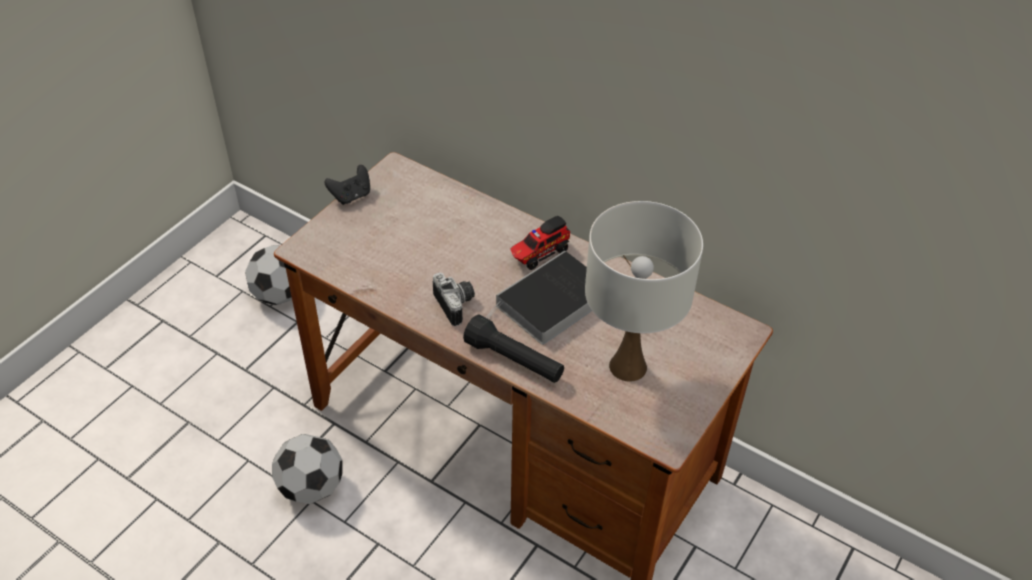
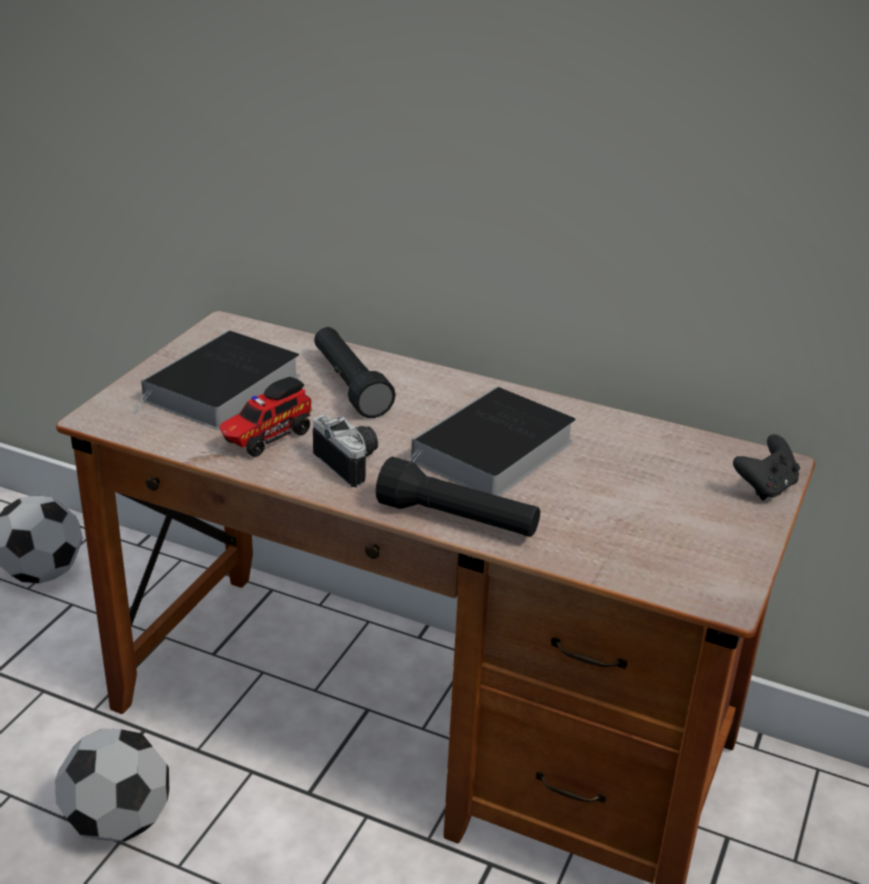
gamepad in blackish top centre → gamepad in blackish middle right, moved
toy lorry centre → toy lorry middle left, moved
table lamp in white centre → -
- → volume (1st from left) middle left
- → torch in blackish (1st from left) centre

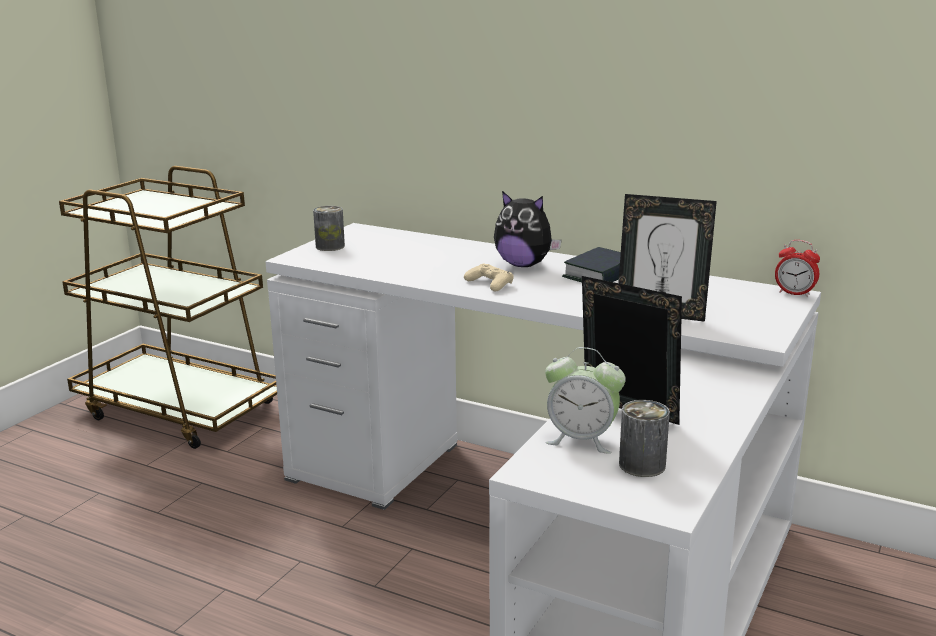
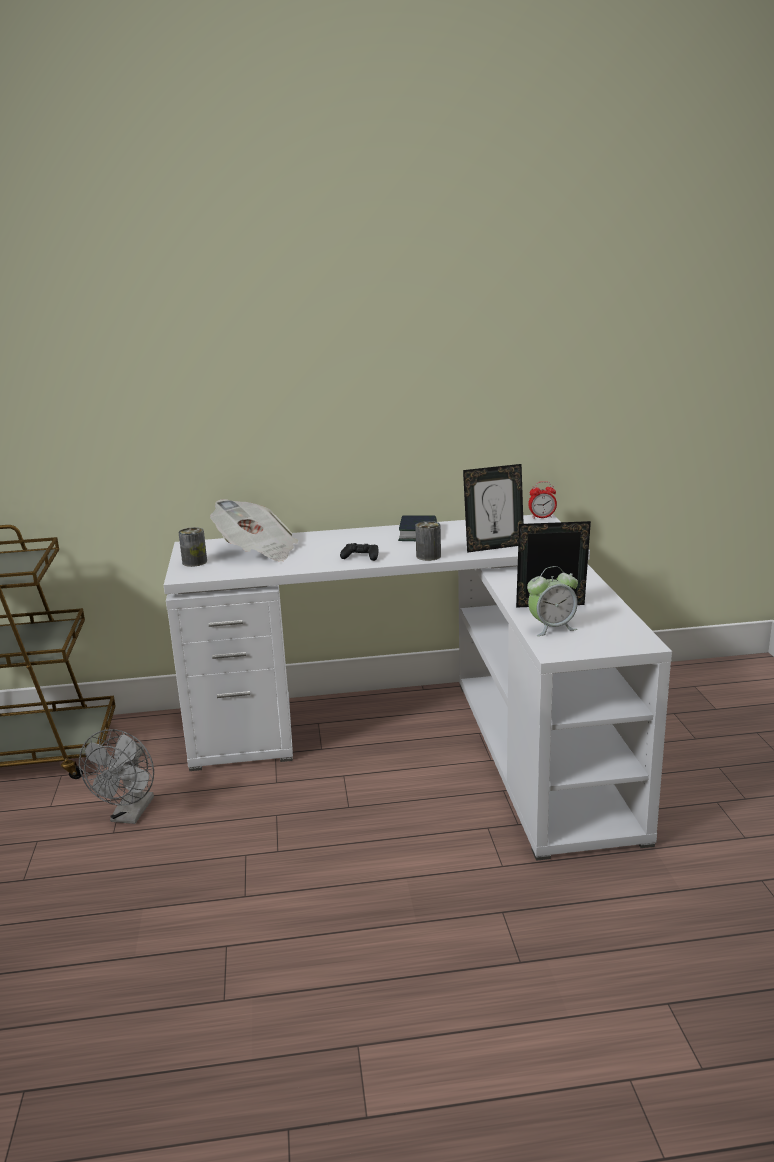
gamepad in beige centre → gamepad in blackish centre
cuddly toy centre → -
can (2nd from left) bottom right → can (2nd from left) centre, moved
- → electric fan in greyish bottom left
- → daily paper middle left

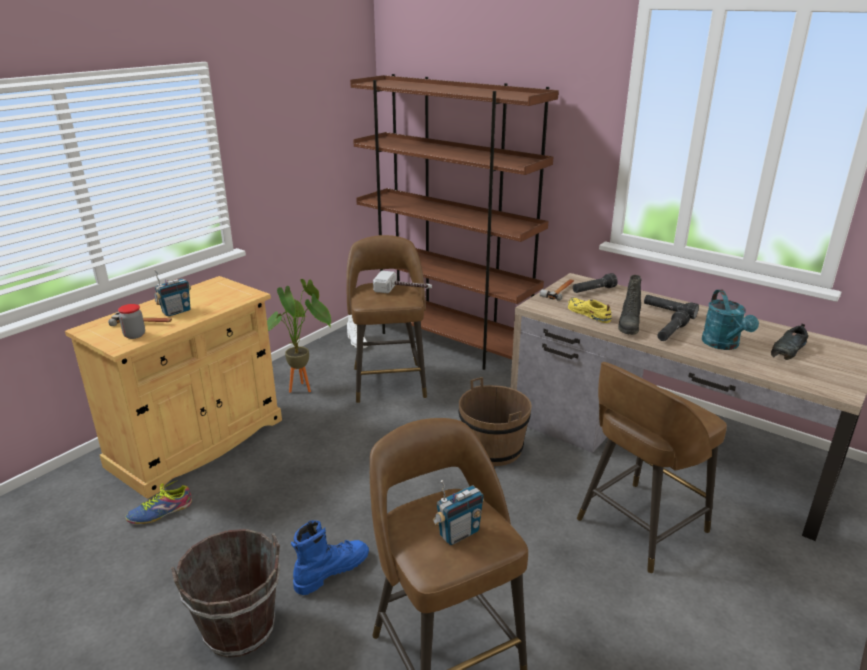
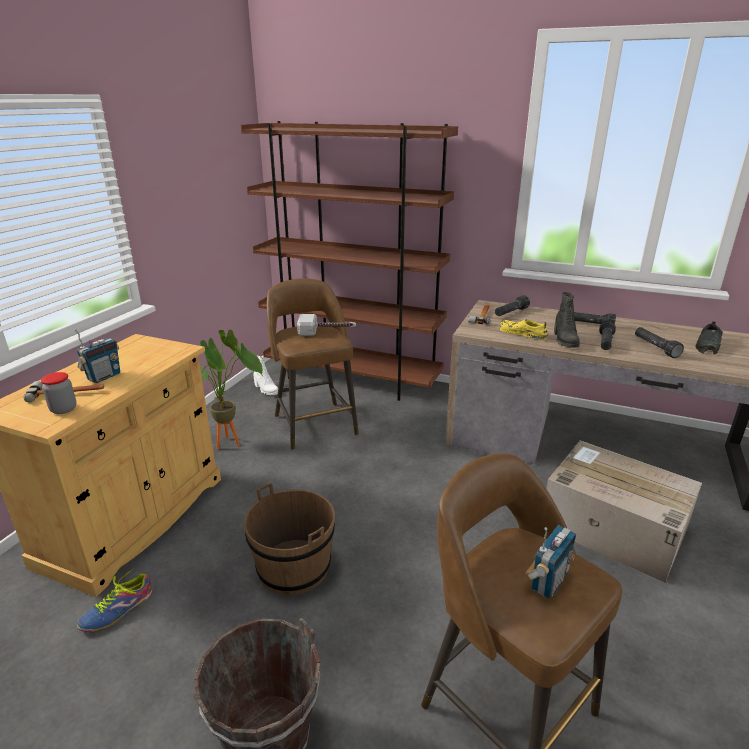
boot in bluish bottom centre → -
water bucket in brown-coloured (2nd from left) centre → water bucket in brown-coloured (2nd from left) bottom centre, moved
stool in brown-coloured (3rd from left) bottom right → packing box bottom right
watering can in turquoise middle right → torch in blackish (4th from left) middle right

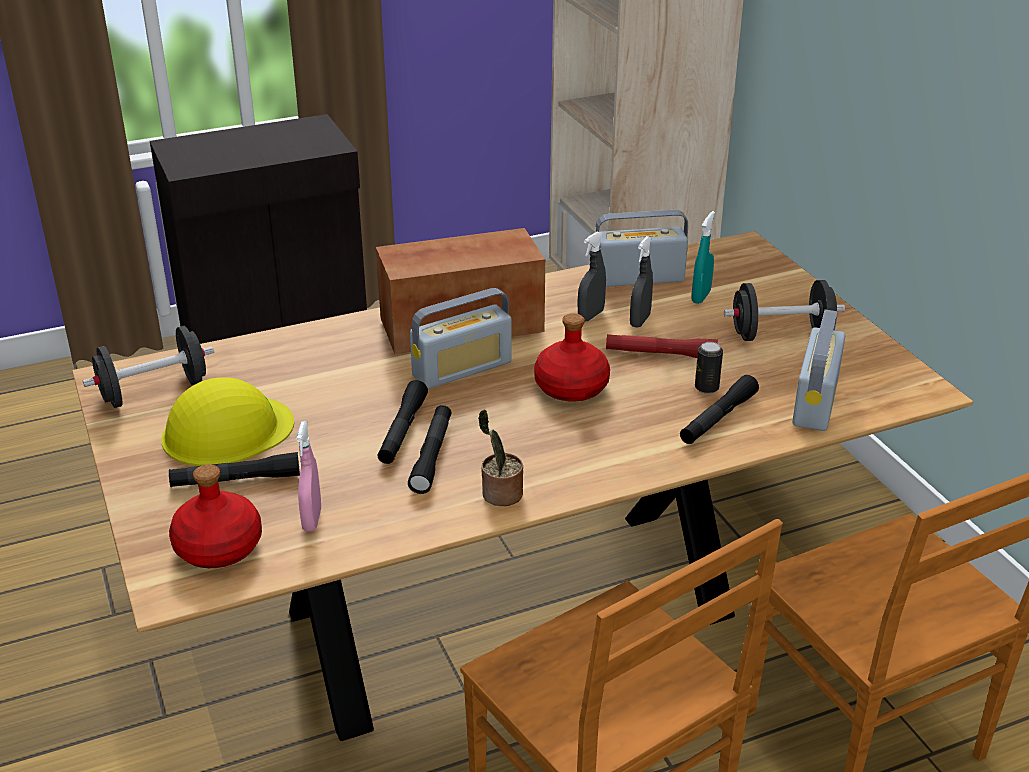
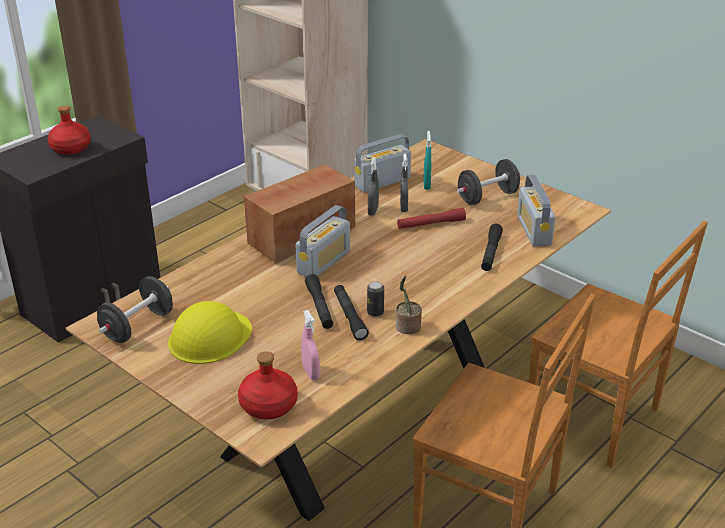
torch in blackish (1st from left) middle left → -
bottle in reddish (2nd from left in the first image) centre → bottle in reddish (1st from left) top left, moved
can middle right → can centre, moved

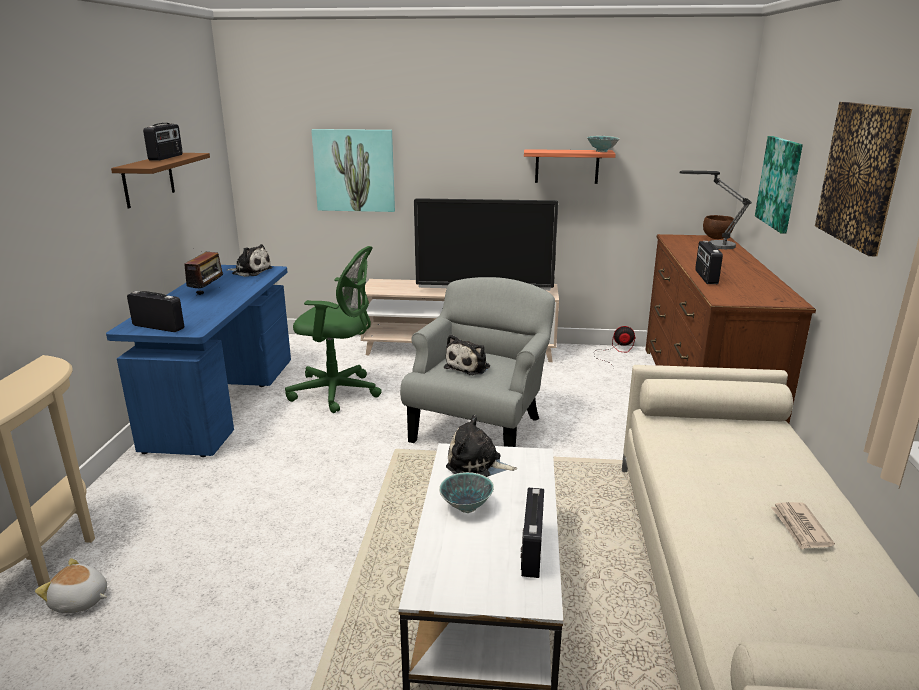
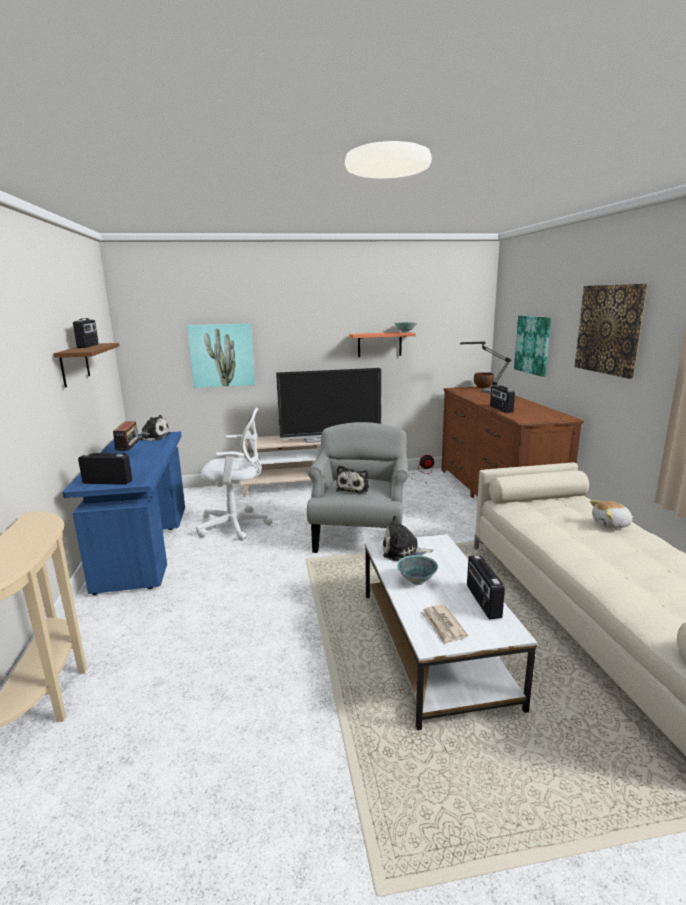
cuddly toy (1st from left in the first image) bottom left → cuddly toy (4th from left) middle right, moved
office chair in greenish centre → office chair in white centre
daily paper bottom right → daily paper bottom centre, moved

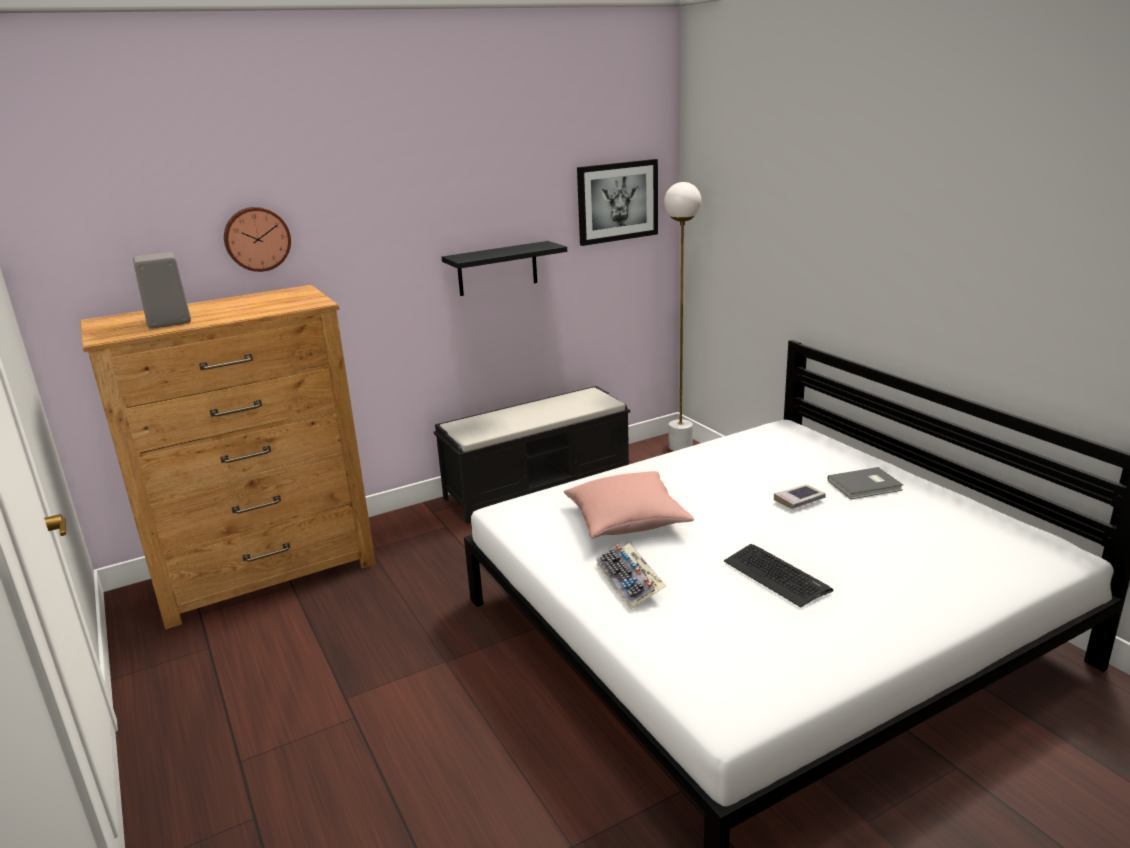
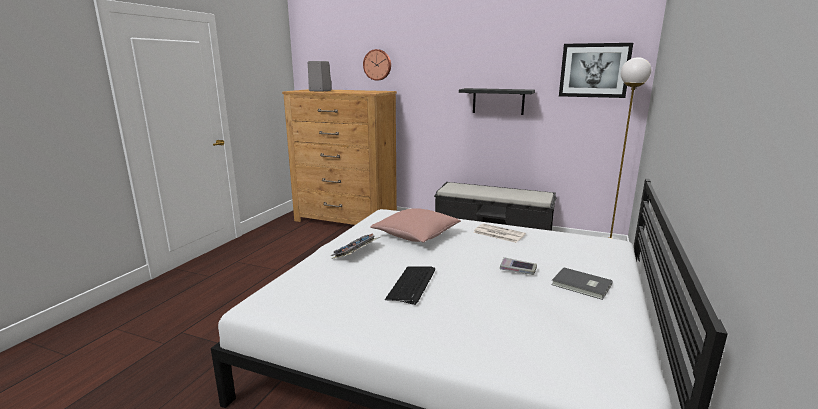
- → daily paper centre

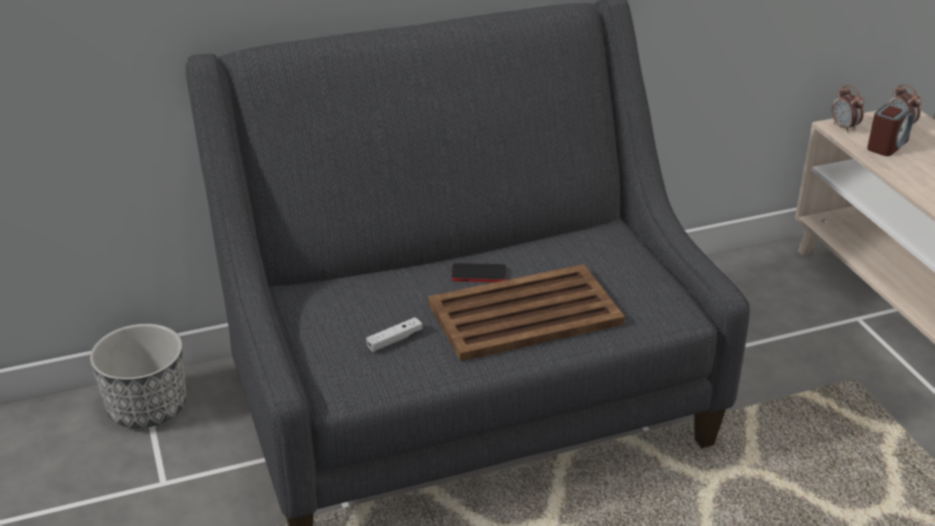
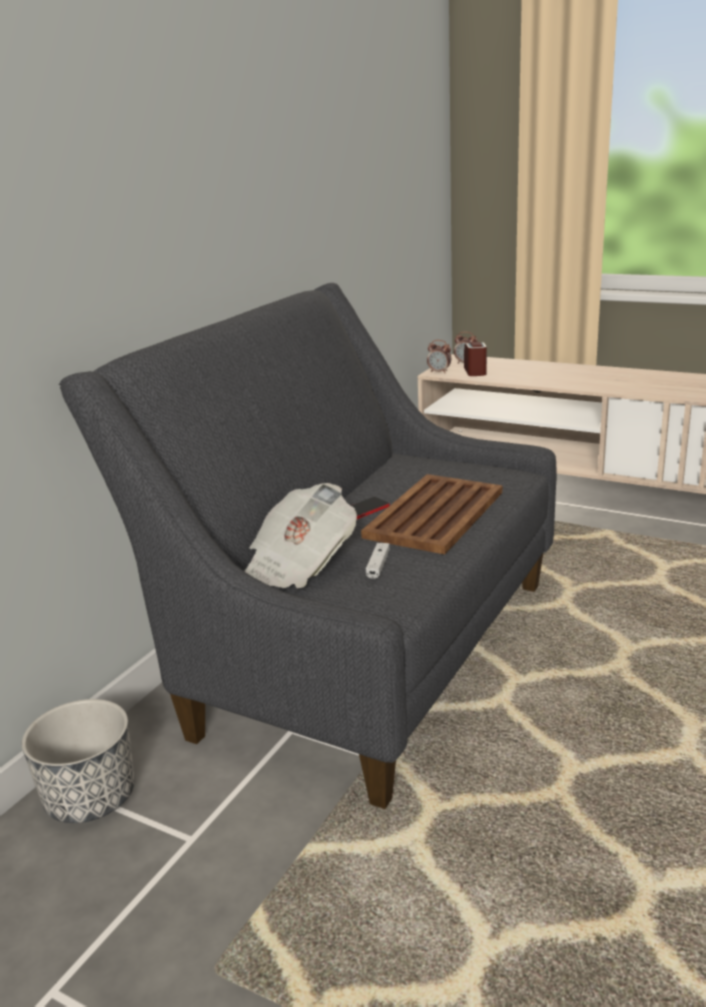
- → daily paper centre

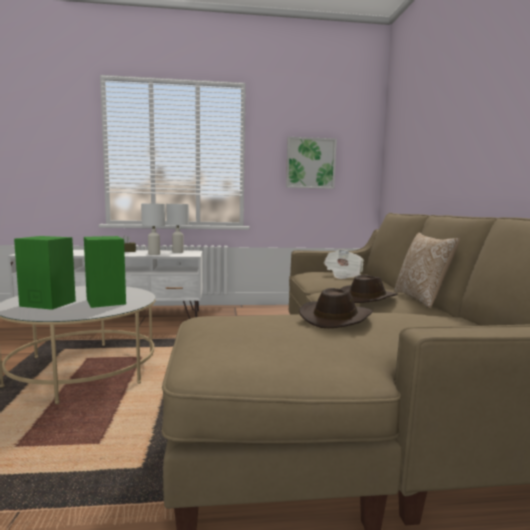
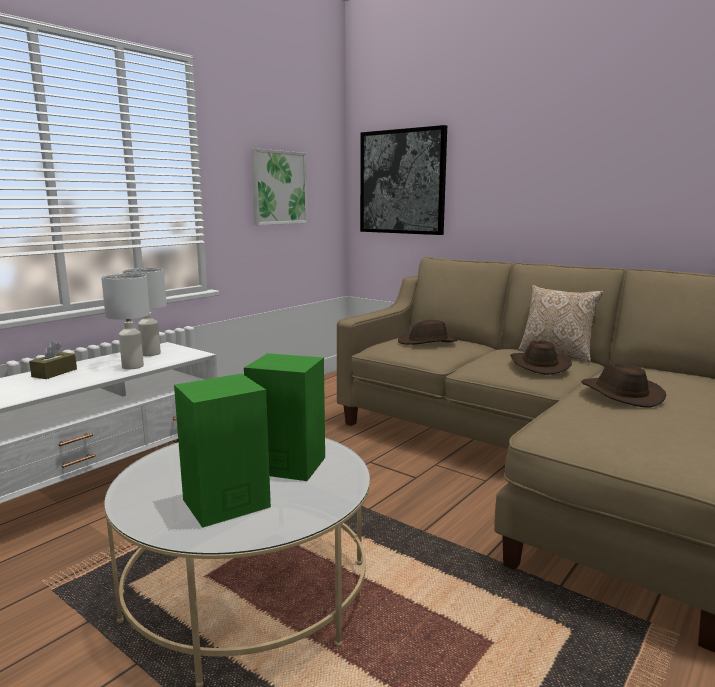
daily paper centre → clothing hat in brown-coloured (1st from left) centre
- → wall art (2nd from left) top centre

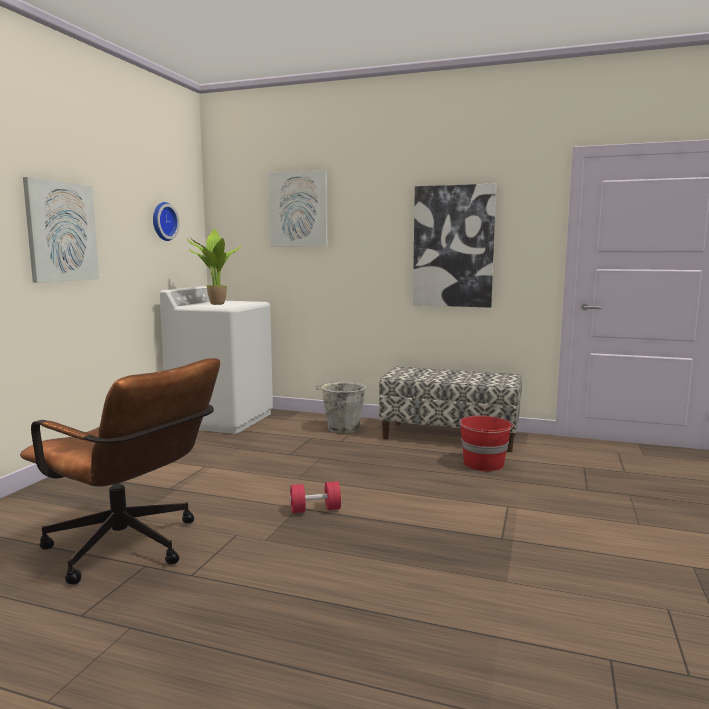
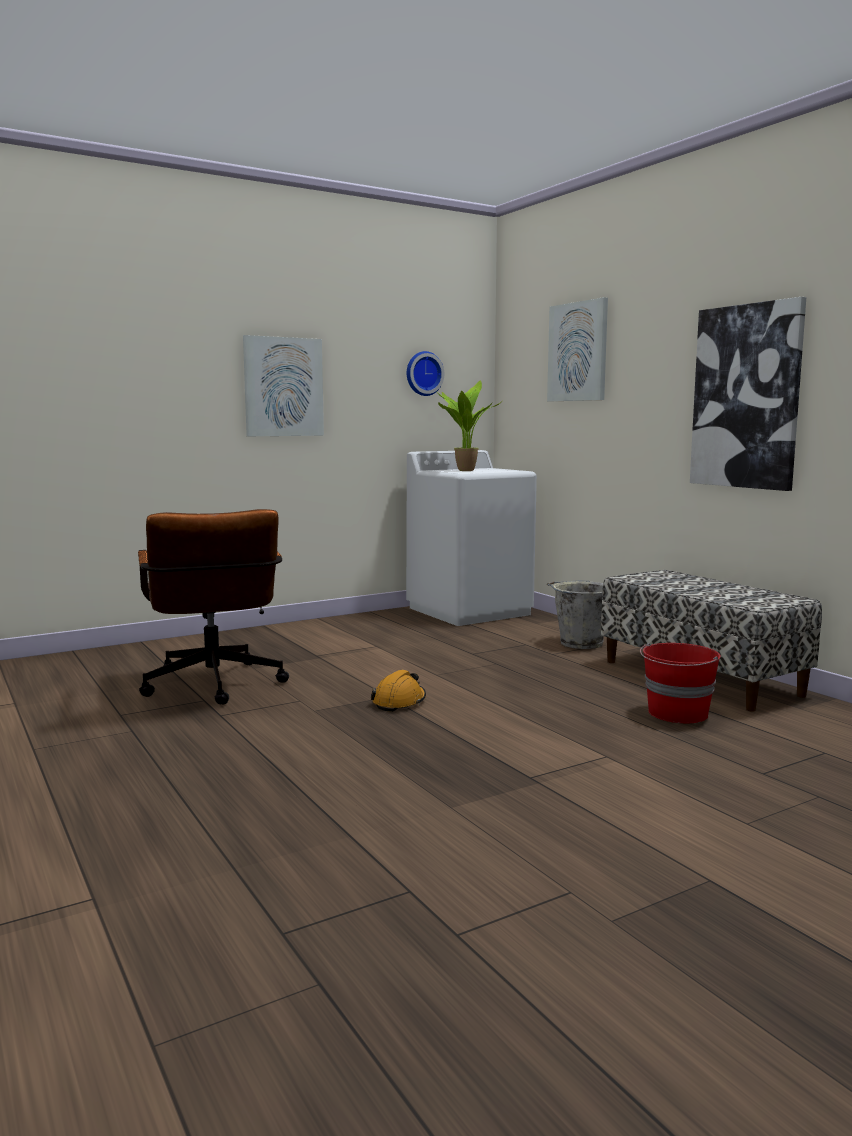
free weight in reddish bottom centre → work helmet in orange-coloured centre

